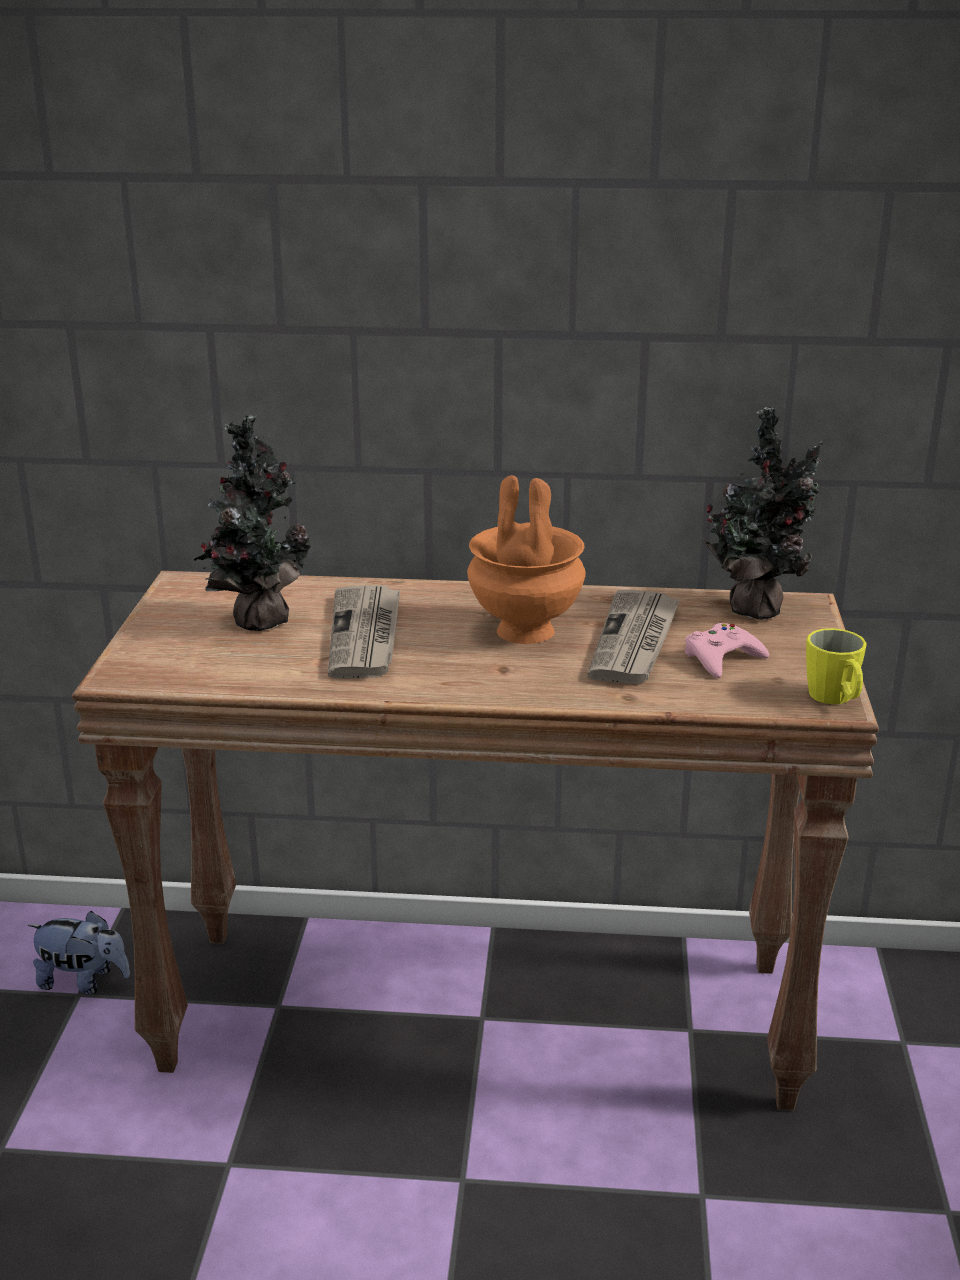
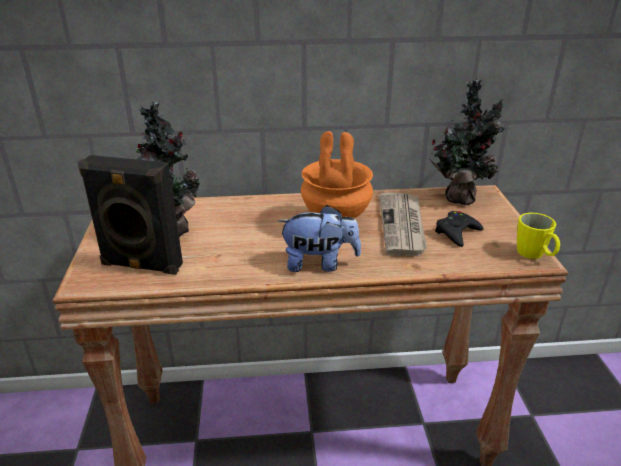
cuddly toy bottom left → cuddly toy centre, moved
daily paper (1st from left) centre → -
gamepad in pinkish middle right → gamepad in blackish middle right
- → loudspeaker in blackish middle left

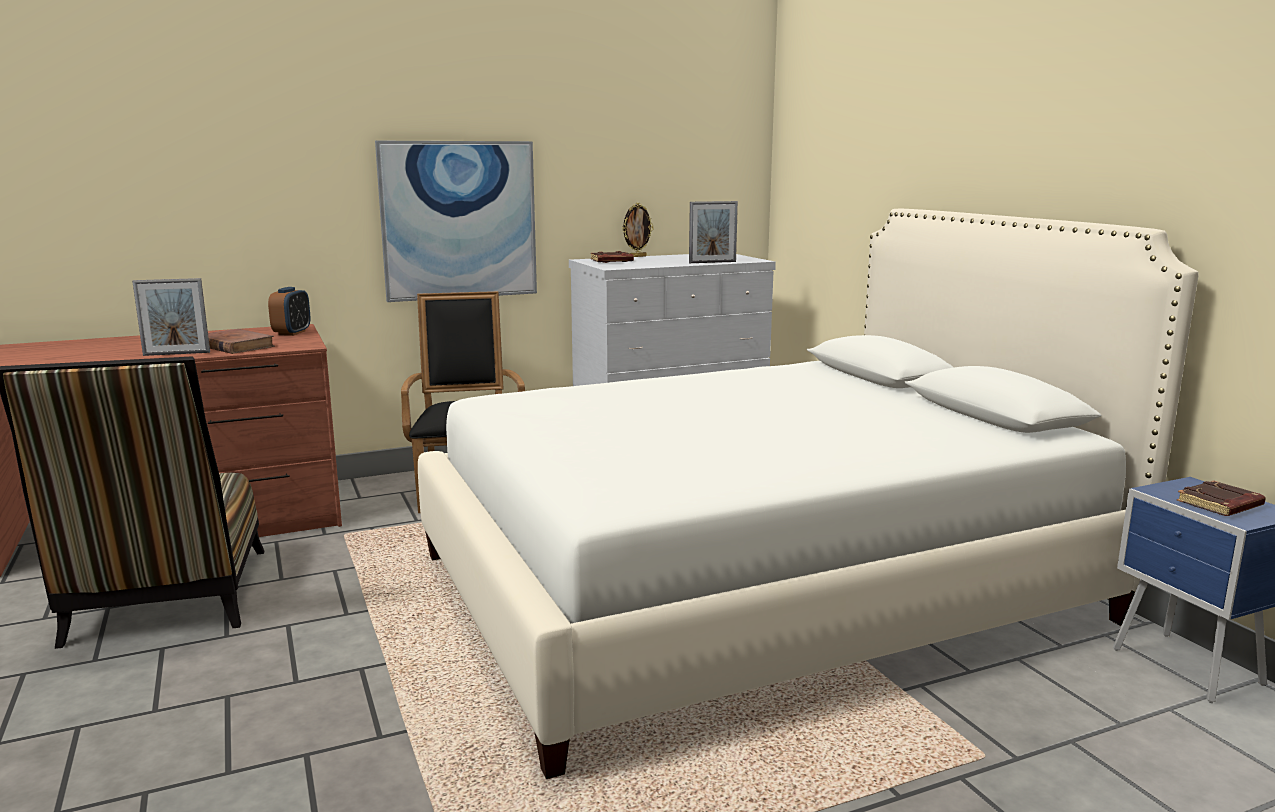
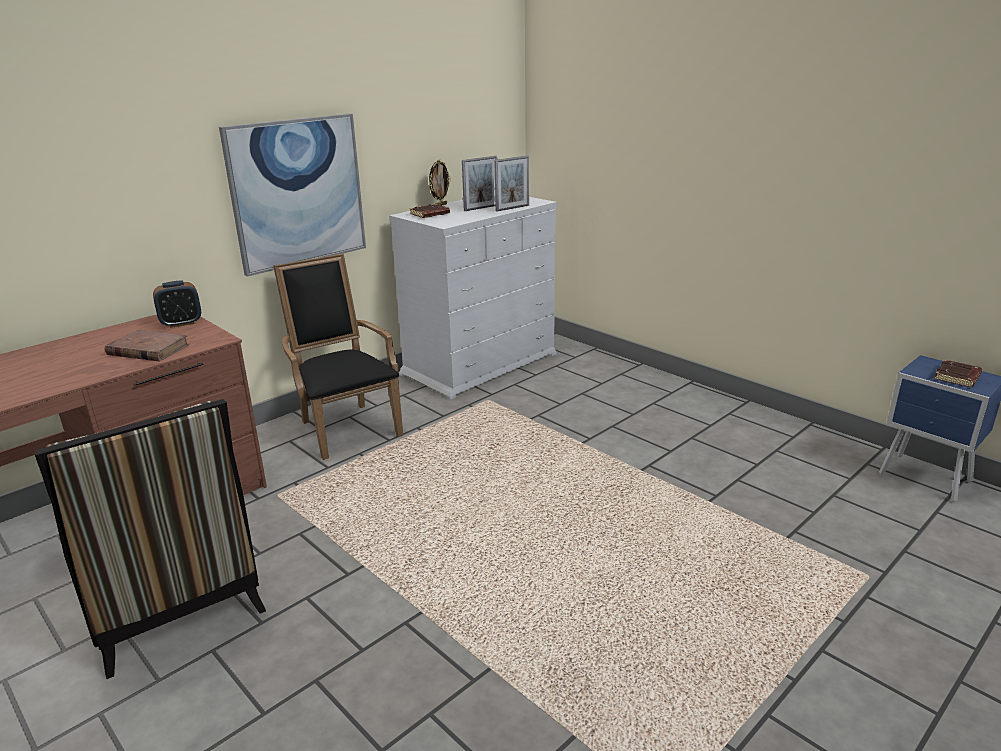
photo frame (1st from left in the first image) middle left → photo frame (2nd from left) top centre, moved
bedside clock middle left, 75 degrees clockwise
bedroom bed in white centre → -

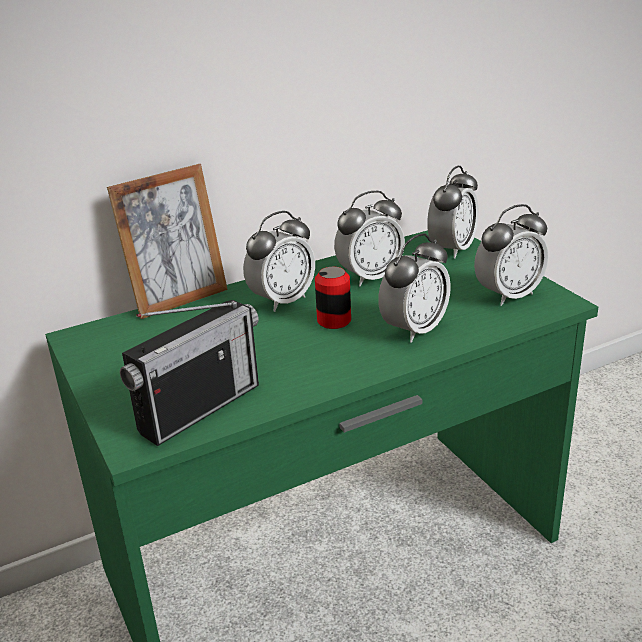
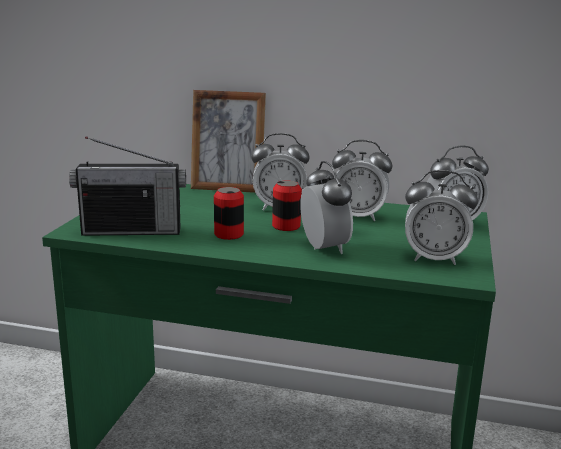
bedside clock (3rd from left in the first image) centre → bedside clock (2nd from left) centre, 105 degrees counterclockwise
- → can (1st from left) centre

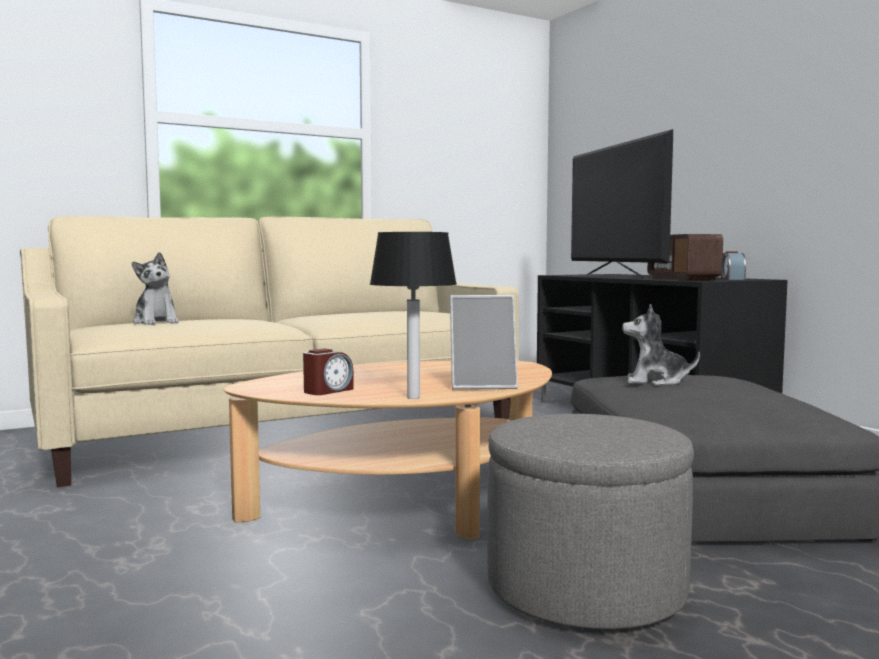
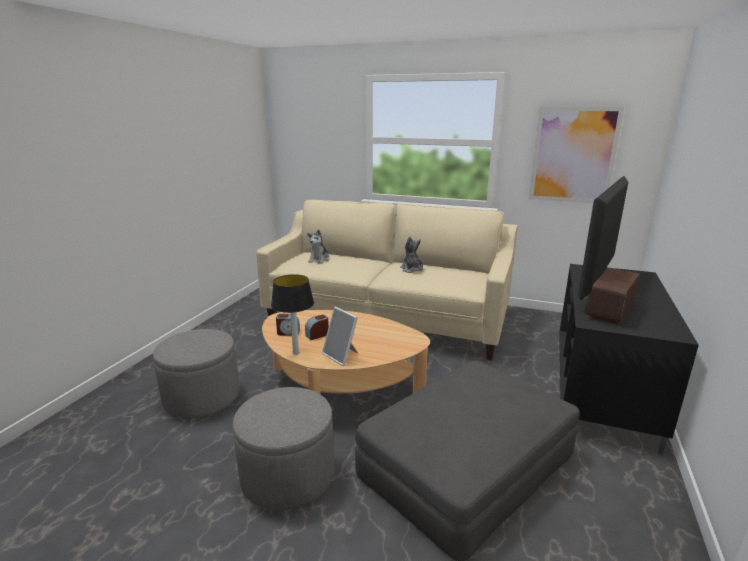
cuddly toy (2nd from left) middle right → cuddly toy (2nd from left) centre, moved
bedside clock (2nd from left) middle right → bedside clock (2nd from left) centre, moved
- → footrest in greyish (1st from left) middle left
- → wall art top right

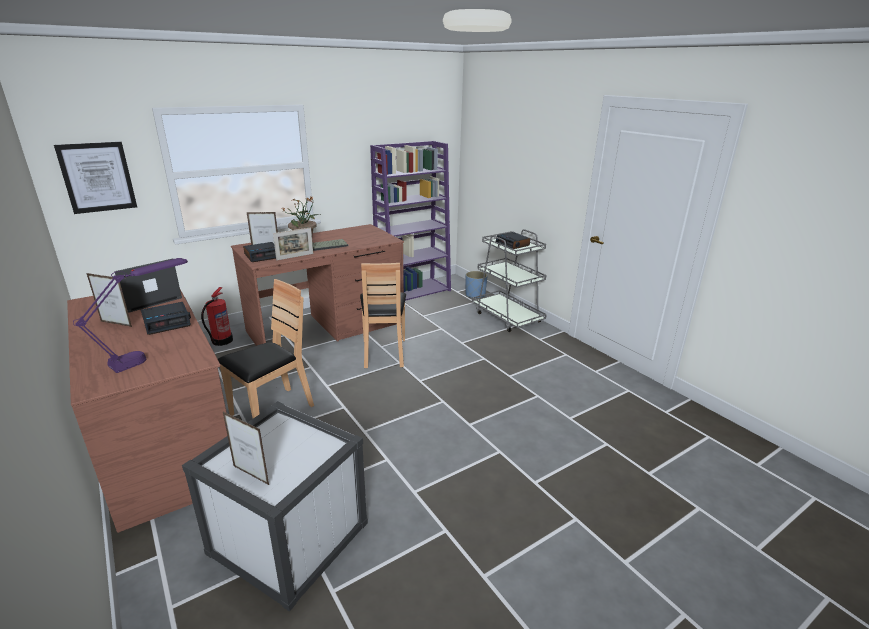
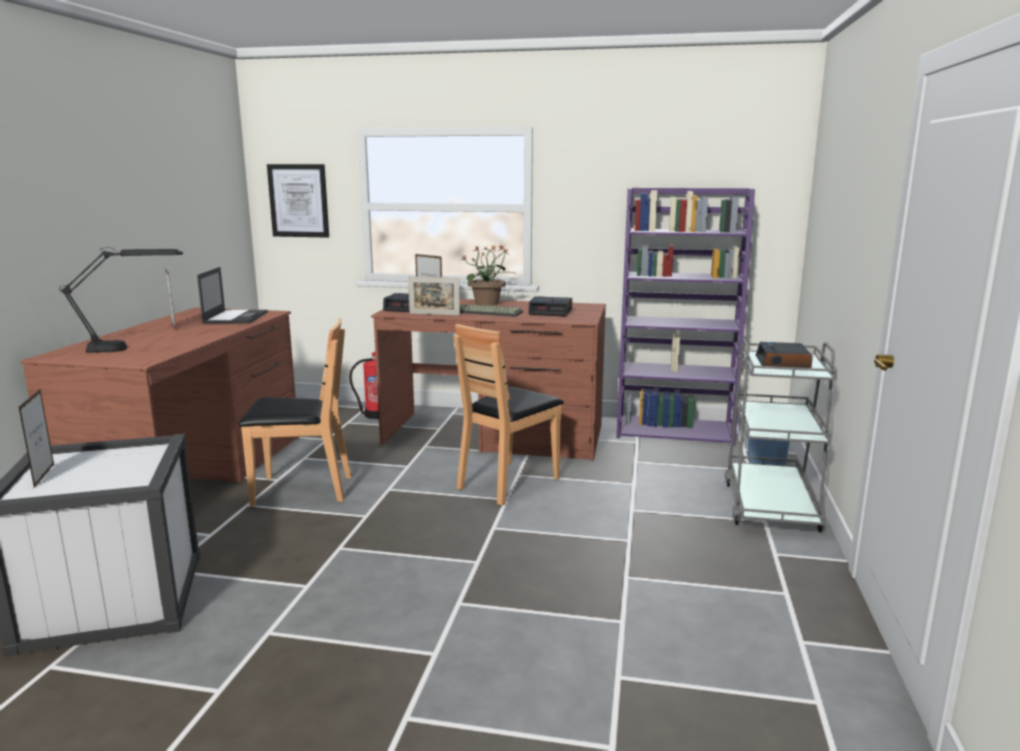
table lamp in purplish middle left → table lamp in blackish middle left
notebook computer middle left, 90 degrees clockwise
bedside clock (1st from left in the first image) middle left → bedside clock (2nd from left) centre, moved

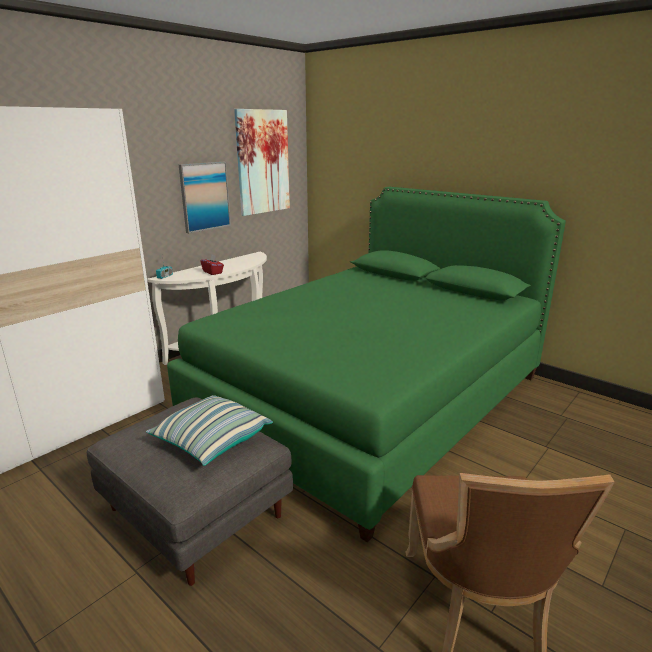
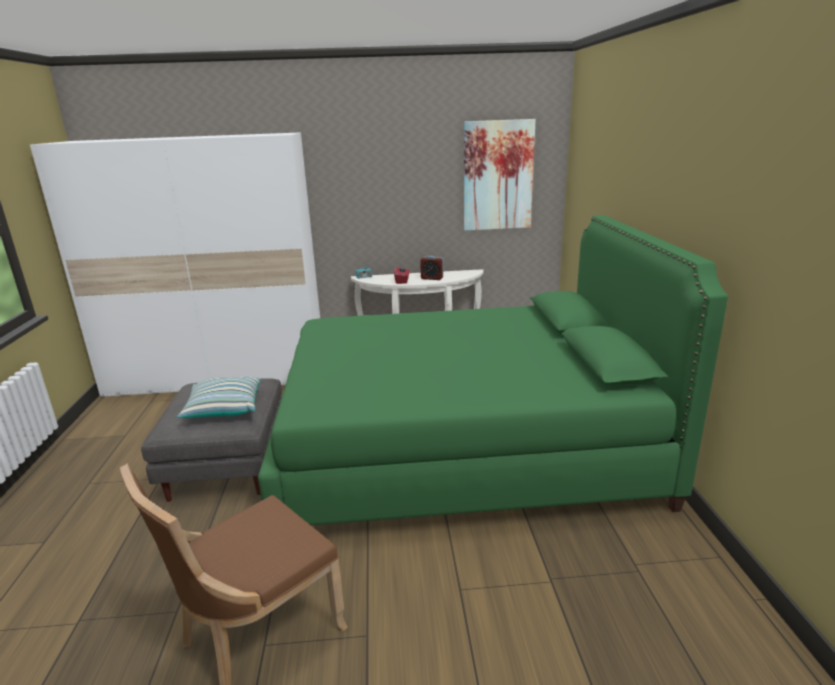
wall art (1st from left) top left → -
- → bedside clock centre

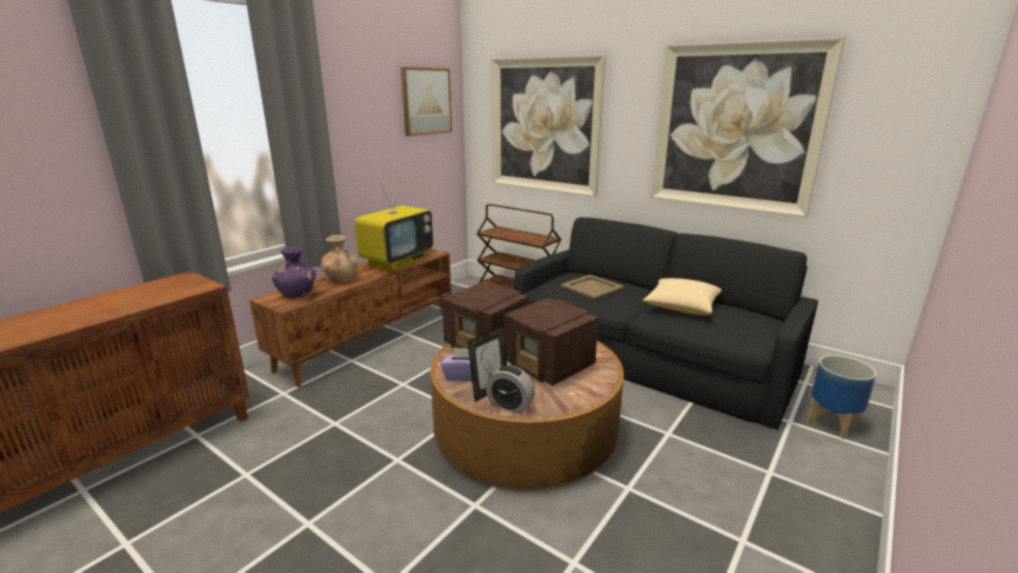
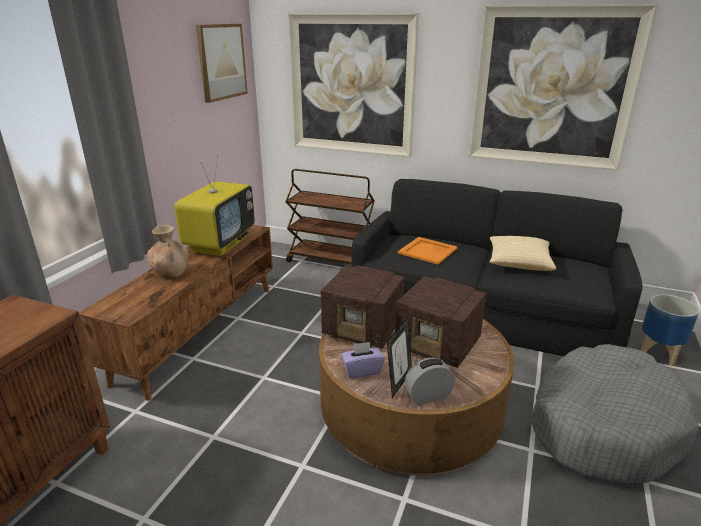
vase in purplish middle left → -
bedside clock bottom centre, 150 degrees clockwise
serving tray in beige centre → serving tray in orange-coloured centre
- → dog bed in greyish bottom right

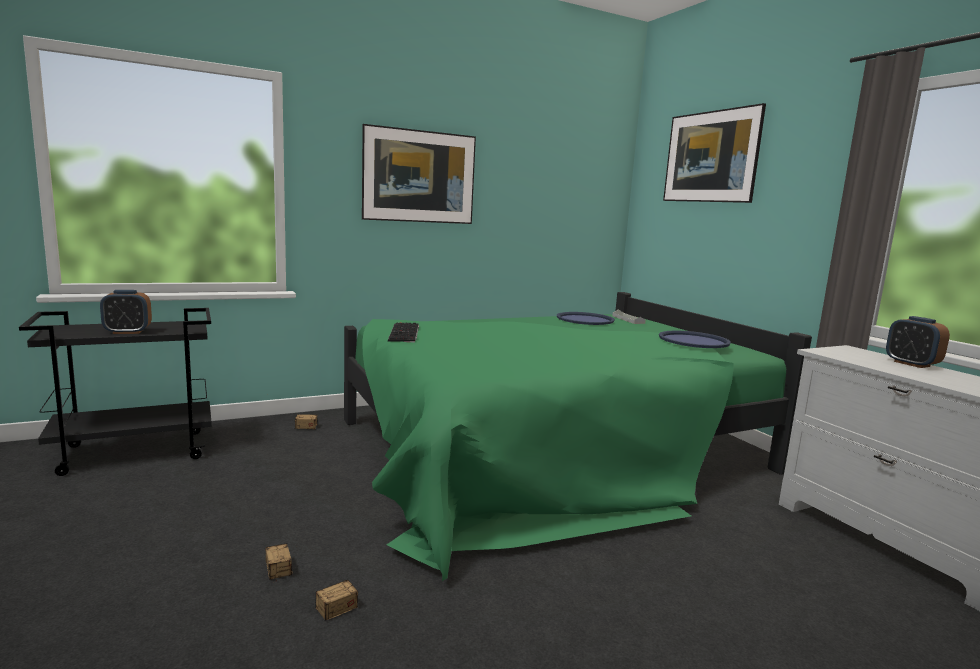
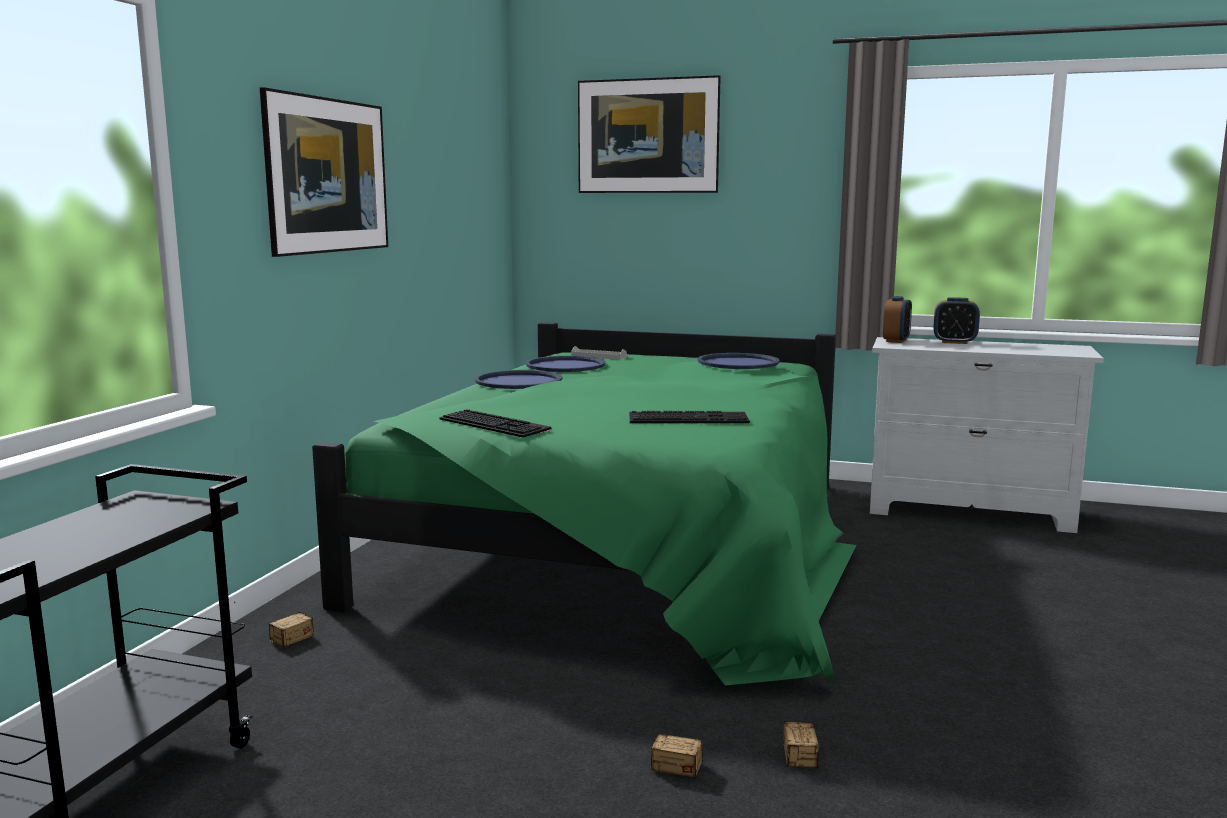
bedside clock (1st from left) middle left → bedside clock (1st from left) middle right, moved
- → serving tray in bluish (1st from left) centre
- → PC keyboard (2nd from left) centre

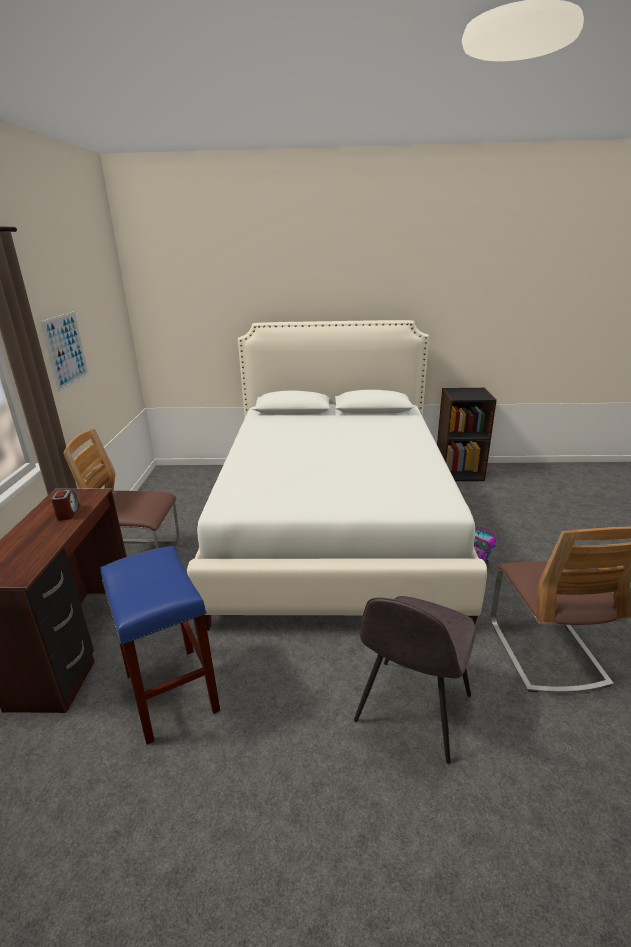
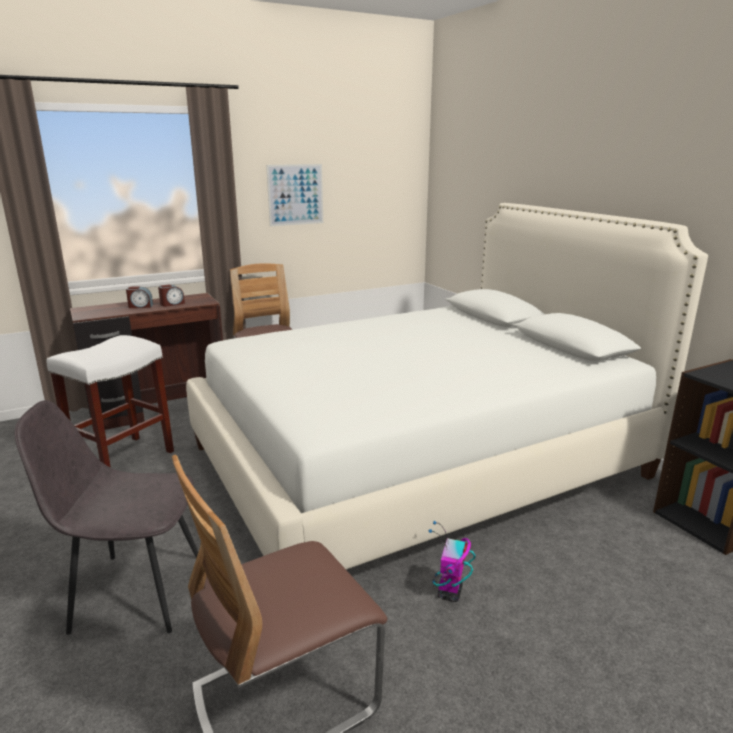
stool in bluish bottom left → stool in white middle left
- → bedside clock (1st from left) middle left

